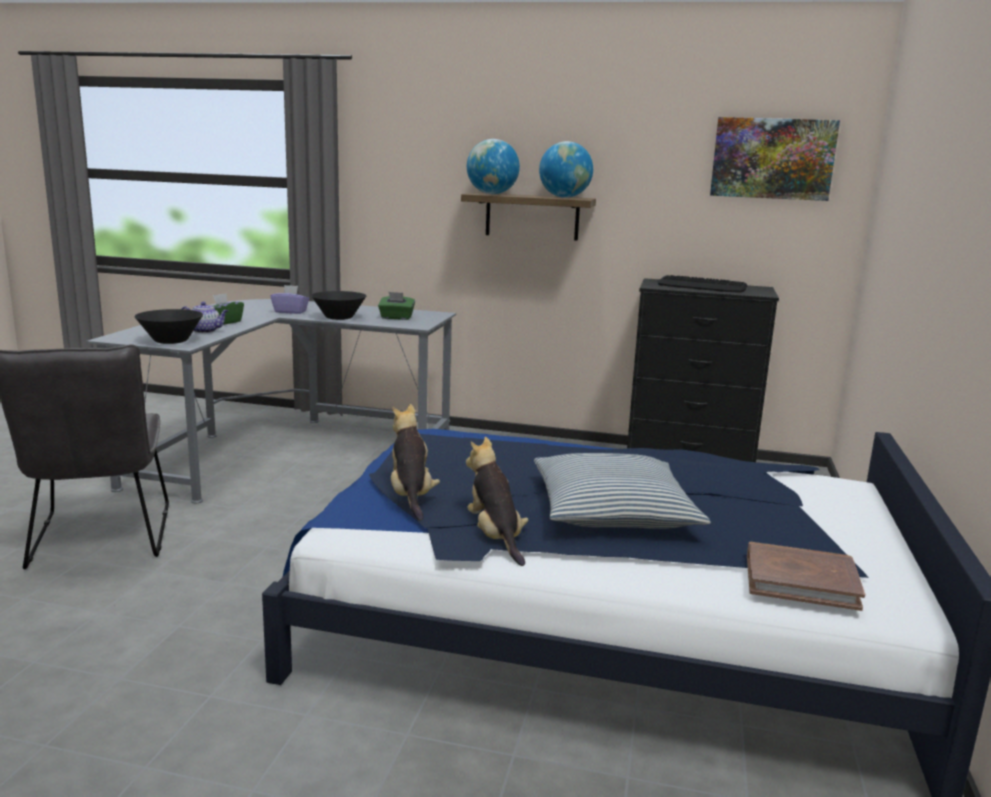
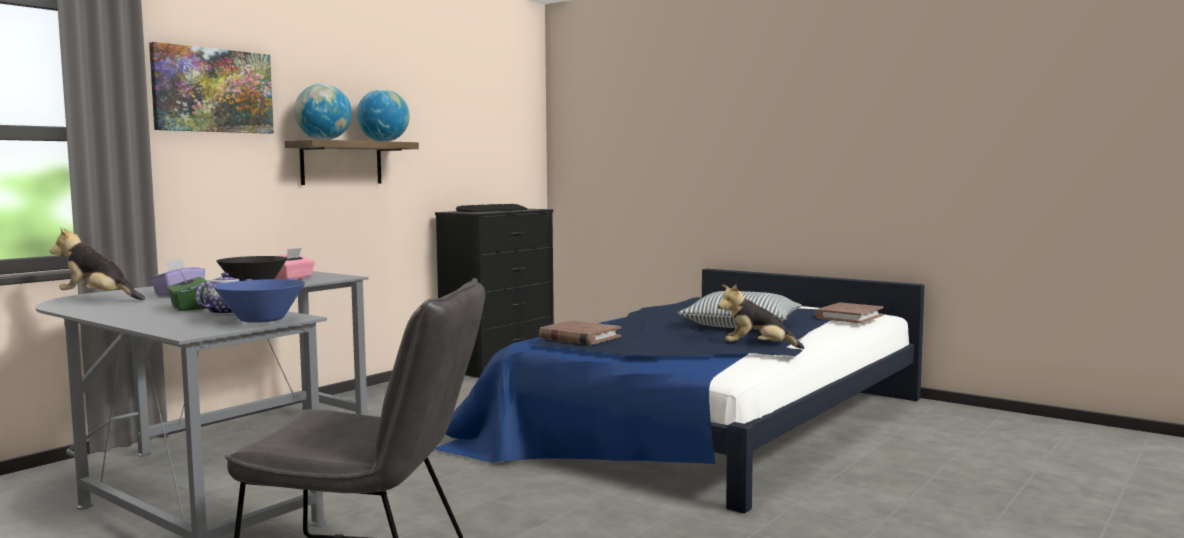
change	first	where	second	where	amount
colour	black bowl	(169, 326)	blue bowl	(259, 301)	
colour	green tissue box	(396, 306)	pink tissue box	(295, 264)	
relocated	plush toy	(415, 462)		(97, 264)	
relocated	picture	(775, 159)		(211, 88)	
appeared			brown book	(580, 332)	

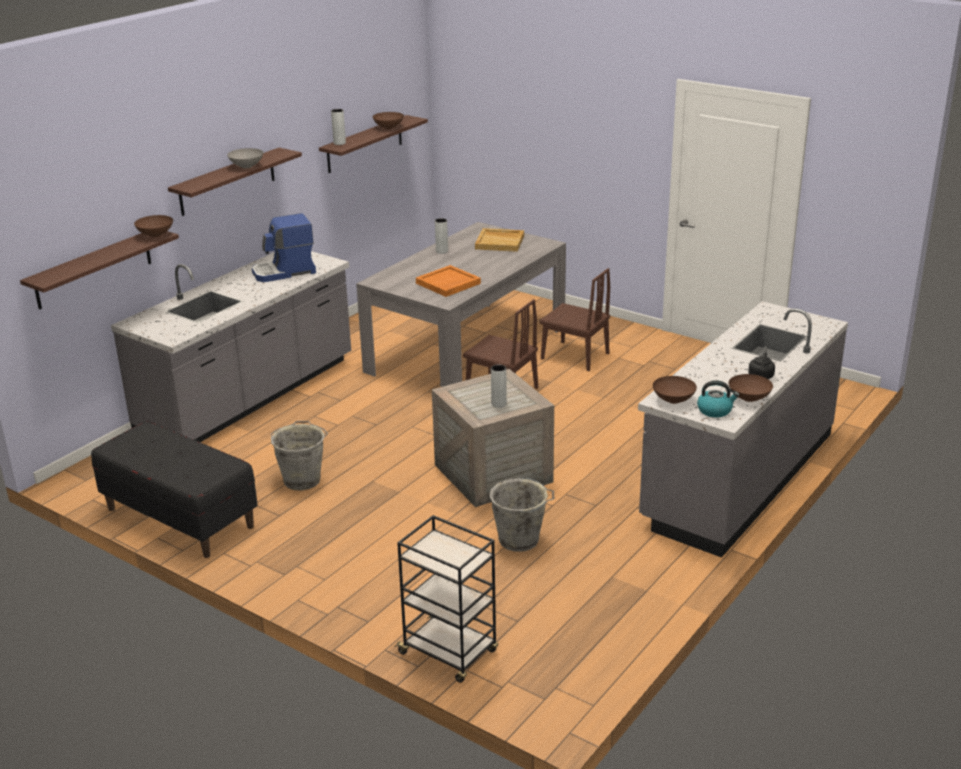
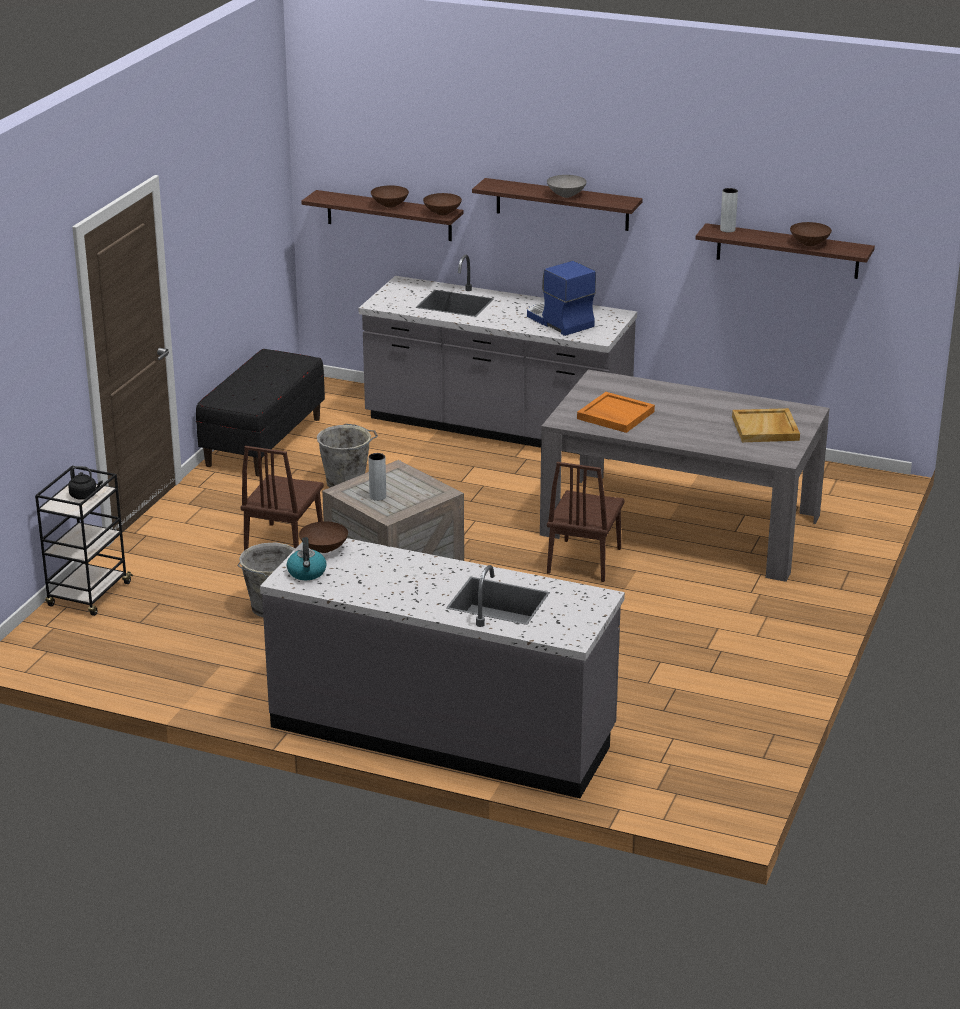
change	first	where	second	where	amount
missing	grey vase	(441, 236)			
relocated	brown chair	(574, 319)		(282, 498)	
relocated	brown bowl	(751, 388)		(390, 196)	
relocated	black kettle	(761, 362)		(85, 483)	

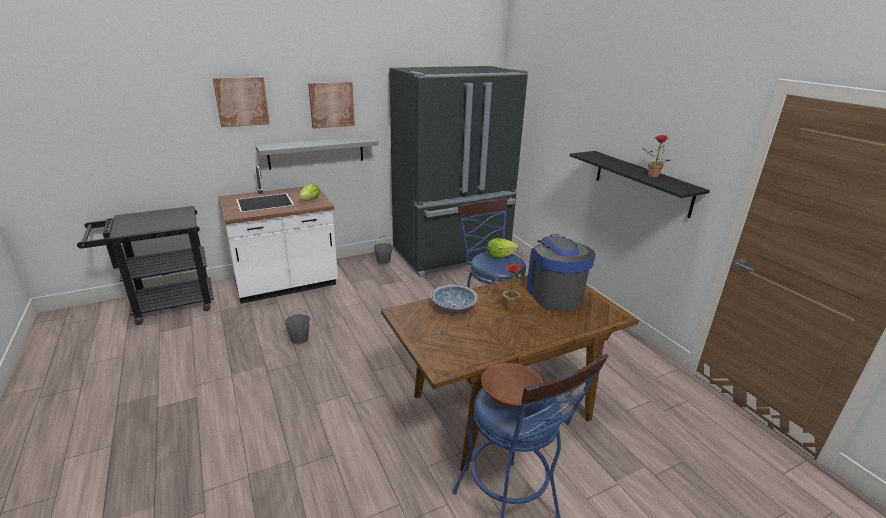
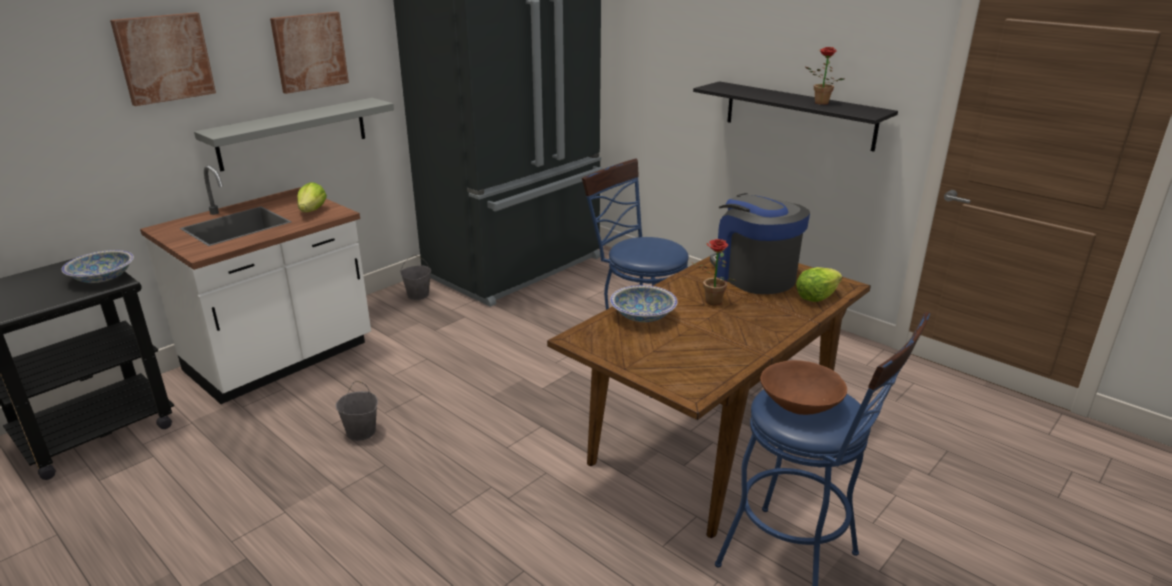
change	first	where	second	where	amount
relocated	lettuce	(502, 248)		(819, 284)	
appeared			bowl	(98, 266)	

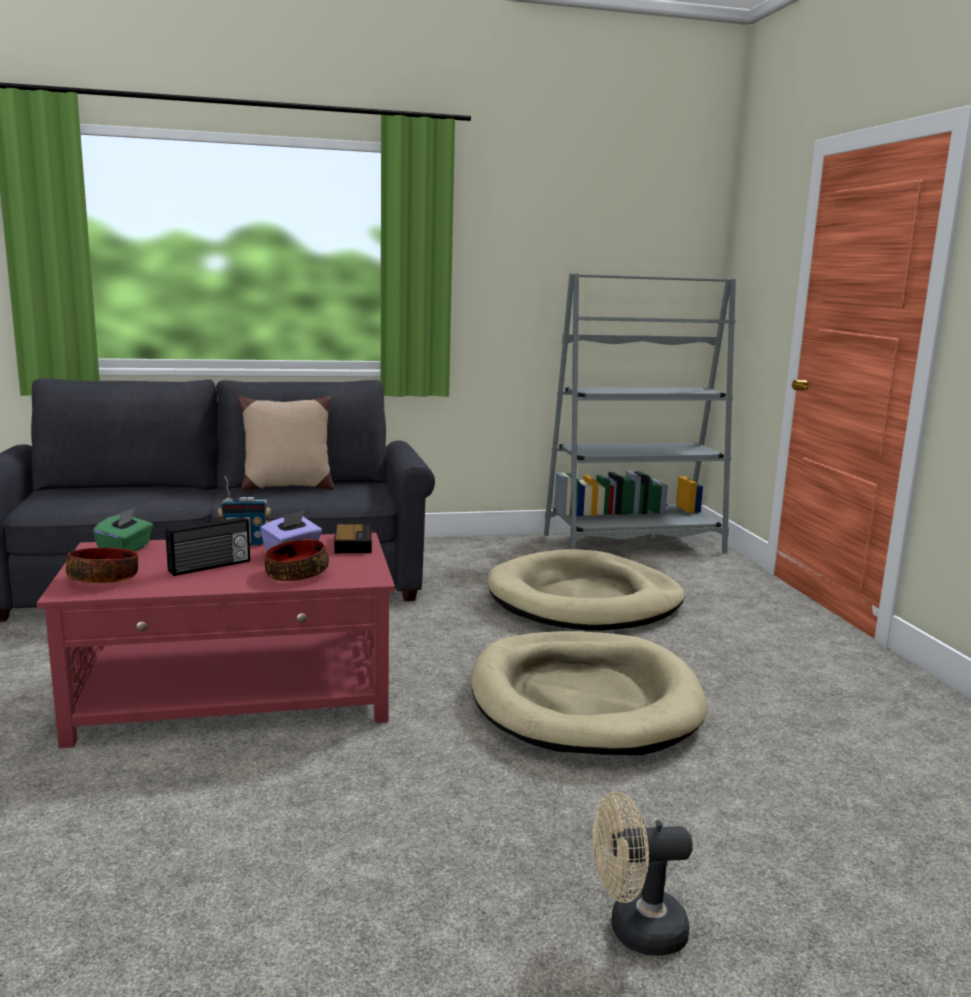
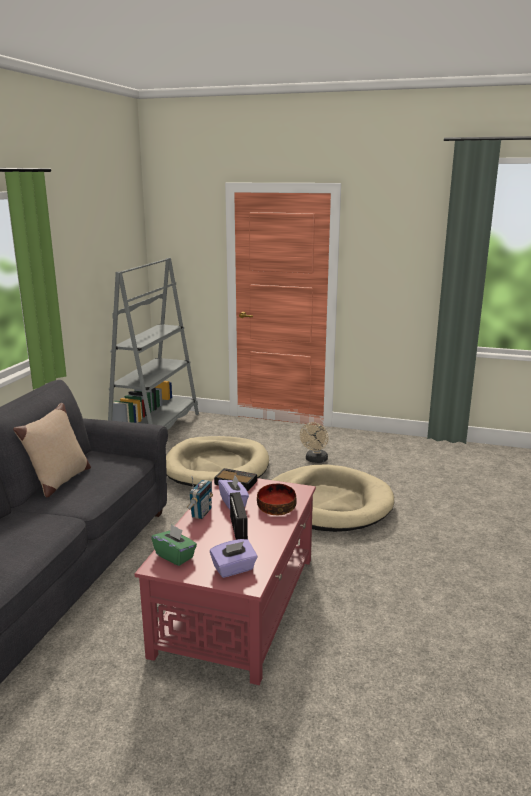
change	first	where	second	where	amount
exchanged	bowl	(102, 565)	purple tissue box	(233, 558)	
relocated	beige fan	(643, 873)		(314, 442)	

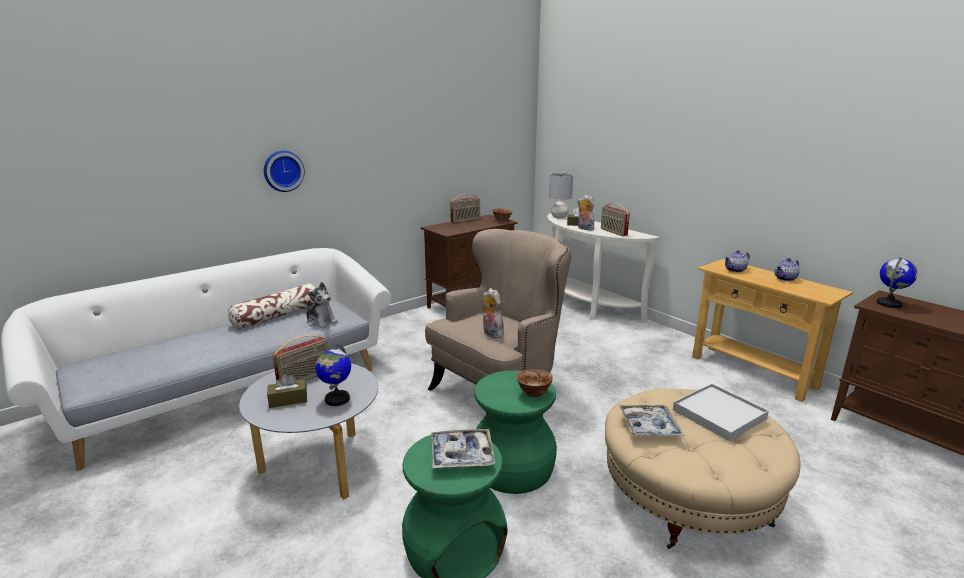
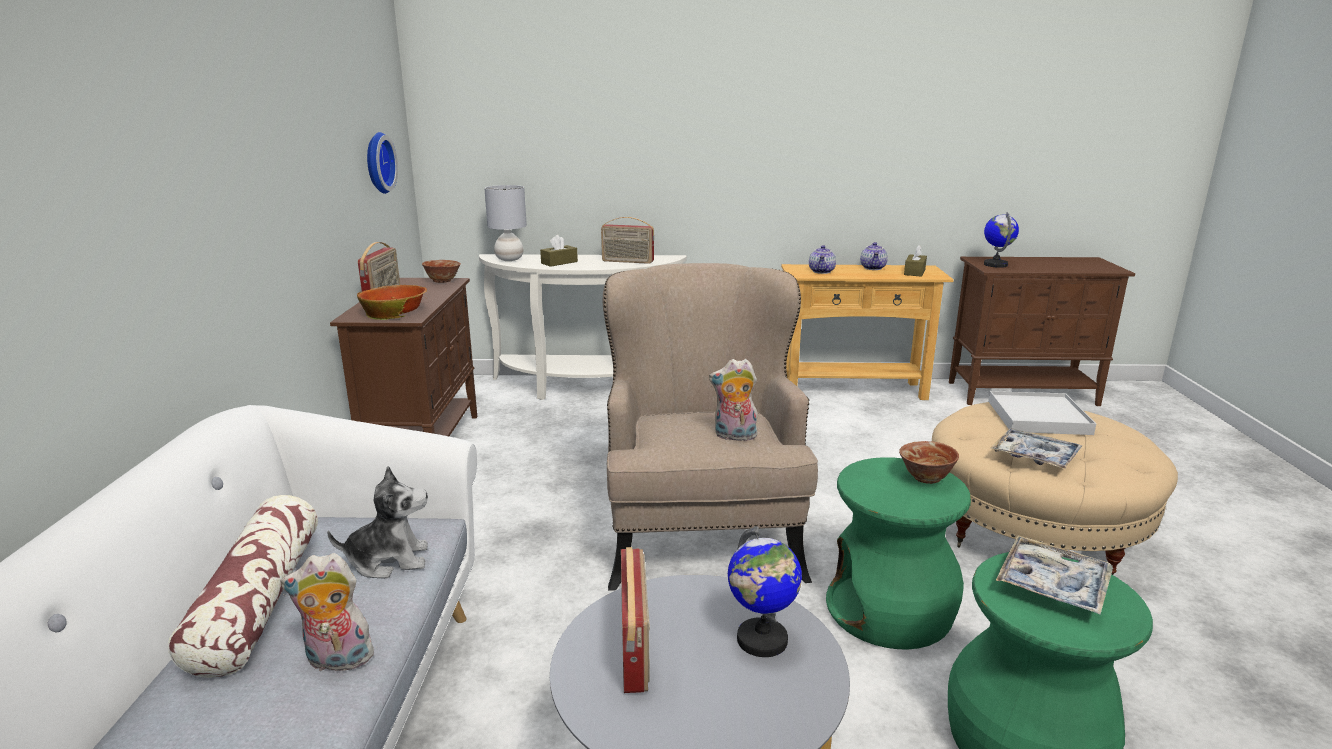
change	first	where	second	where	amount
relocated	wall clock	(284, 171)		(382, 163)	
relocated	brown tissue box	(287, 391)		(915, 261)	
relocated	plush toy	(585, 212)		(328, 612)	
appeared			bowl	(392, 302)	

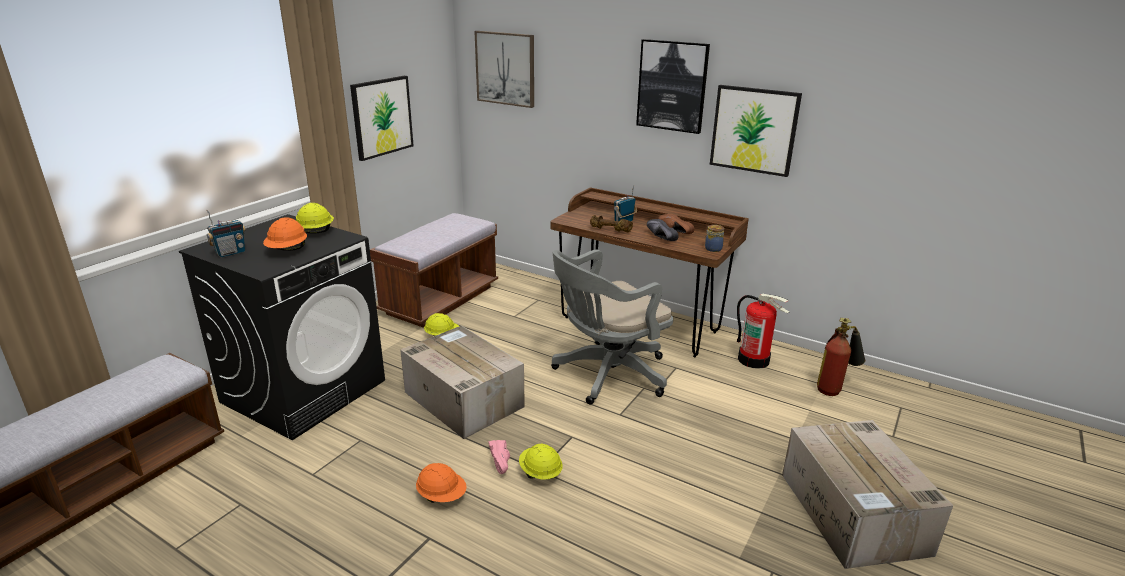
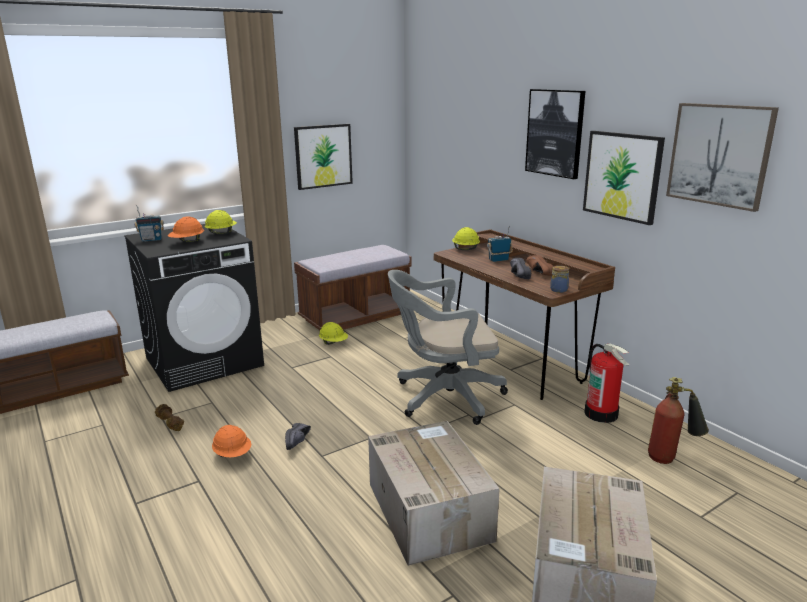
change	first	where	second	where	amount
relocated	cardboard box	(462, 382)		(434, 493)	
relocated	picture	(504, 69)		(722, 157)	
colour	pink shoe	(499, 457)	black shoe	(298, 436)	
relocated	yellow hard hat	(541, 461)		(466, 238)	
relocated	brown dumbbell	(611, 223)		(169, 417)	

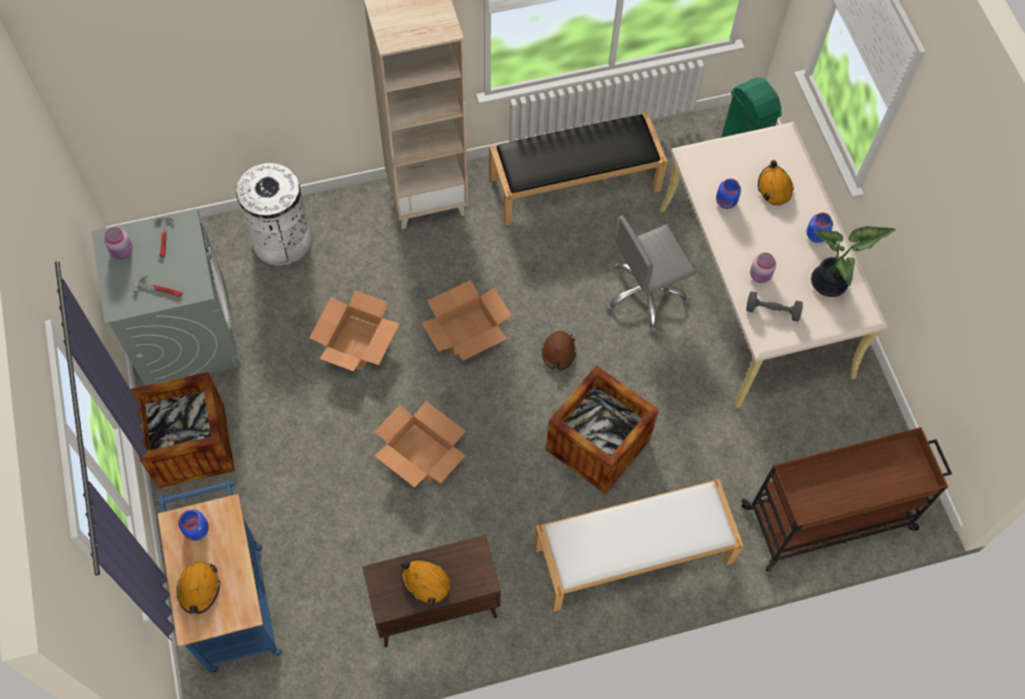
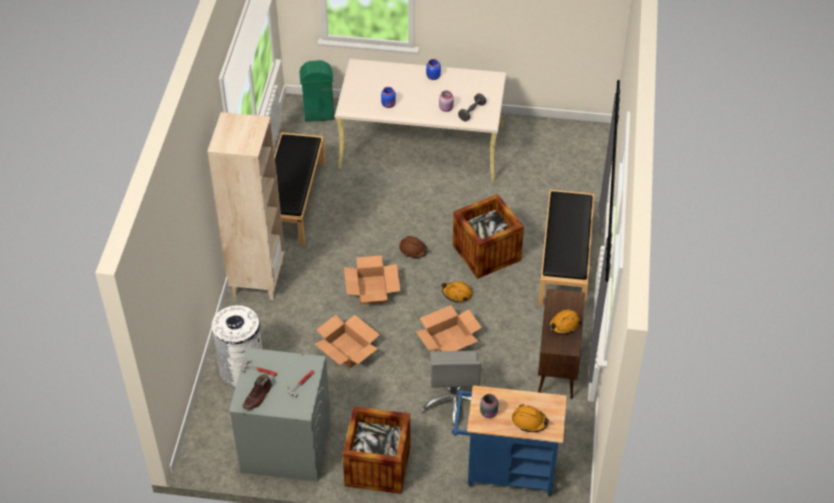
change	first	where	second	where	amount
exchanged	pink jar	(118, 243)	brown boot	(257, 392)	
colour	blue jar	(193, 525)	grey jar	(489, 406)	
colour	white bench	(639, 545)	black bench	(566, 250)	
relocated	grey office chair	(651, 274)		(451, 390)	
missing	brown cart	(846, 499)			
relocated	orange hard hat	(776, 182)		(457, 292)	
missing	potted plant	(853, 261)			

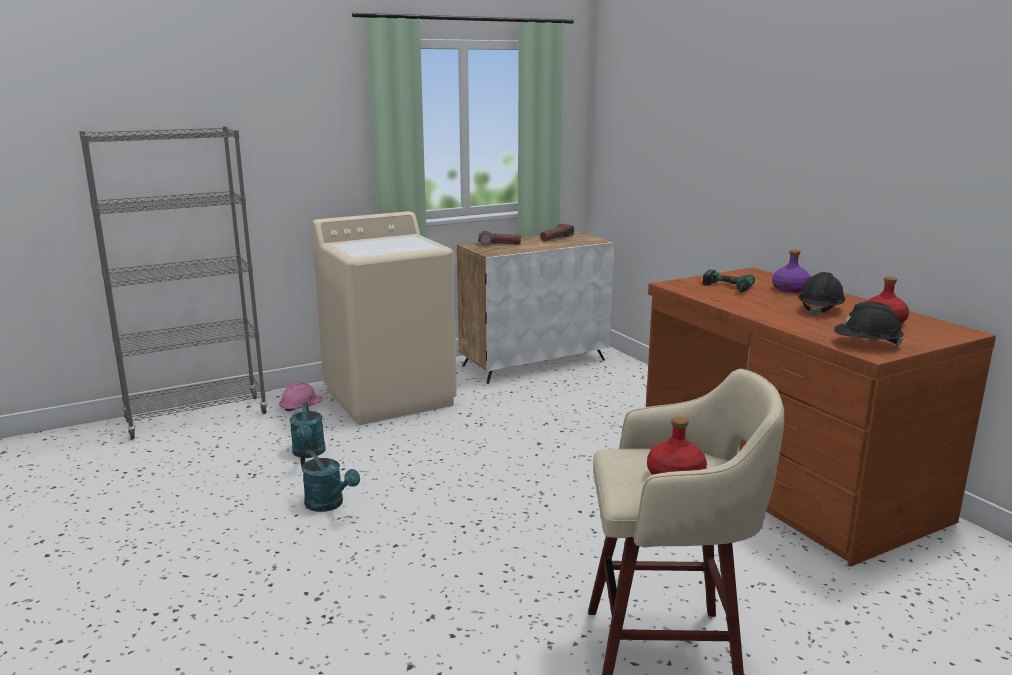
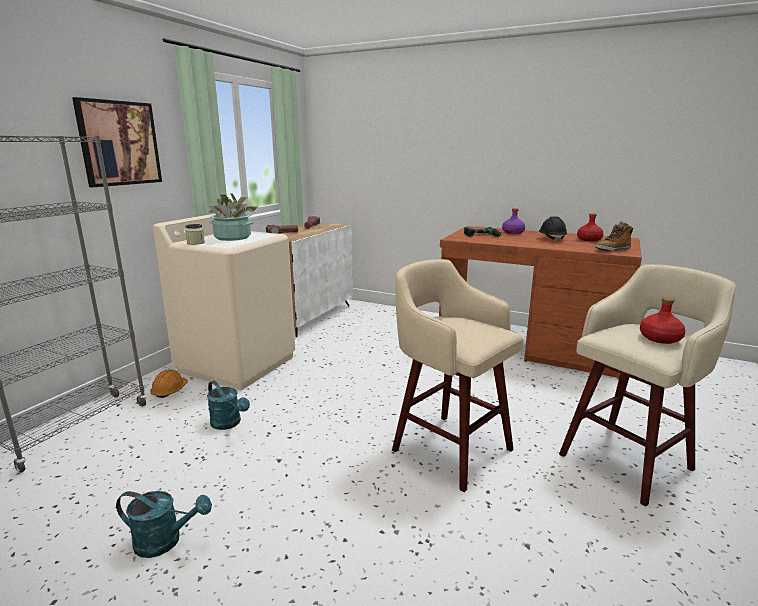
change	first	where	second	where	amount
colour	pink hard hat	(301, 396)	orange hard hat	(169, 384)	
relocated	turquoise watering can	(330, 481)		(164, 524)	
exchanged	black hard hat	(869, 323)	boot	(614, 236)	
appeared			picture	(117, 142)	
appeared			jar	(195, 234)	
appeared			potted plant	(233, 217)	
appeared			beige stool	(458, 375)	

